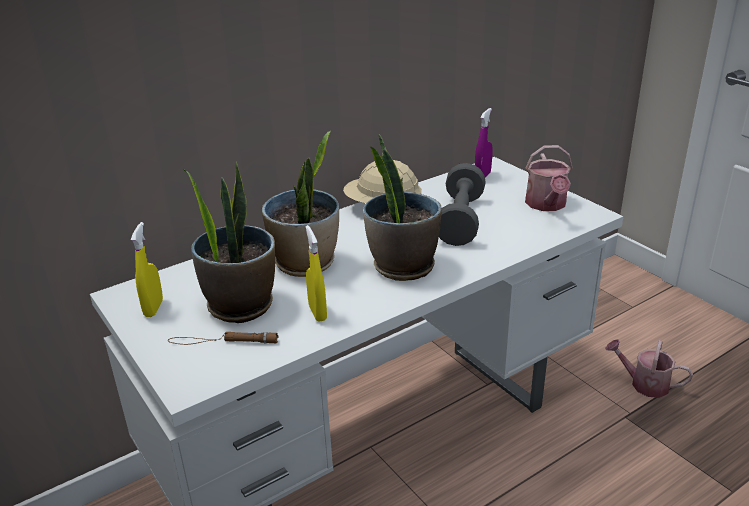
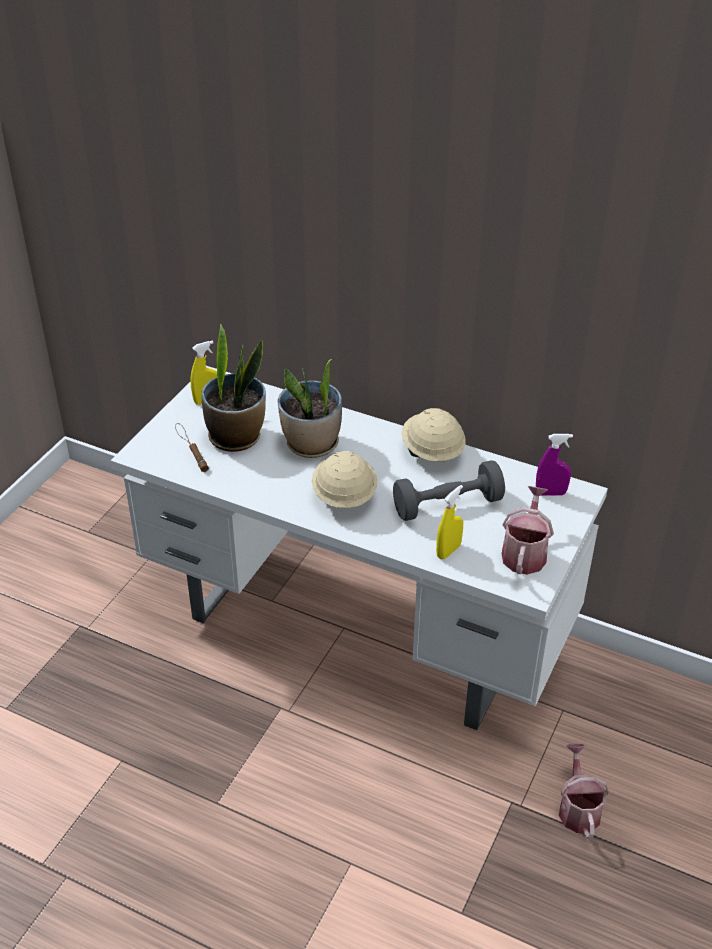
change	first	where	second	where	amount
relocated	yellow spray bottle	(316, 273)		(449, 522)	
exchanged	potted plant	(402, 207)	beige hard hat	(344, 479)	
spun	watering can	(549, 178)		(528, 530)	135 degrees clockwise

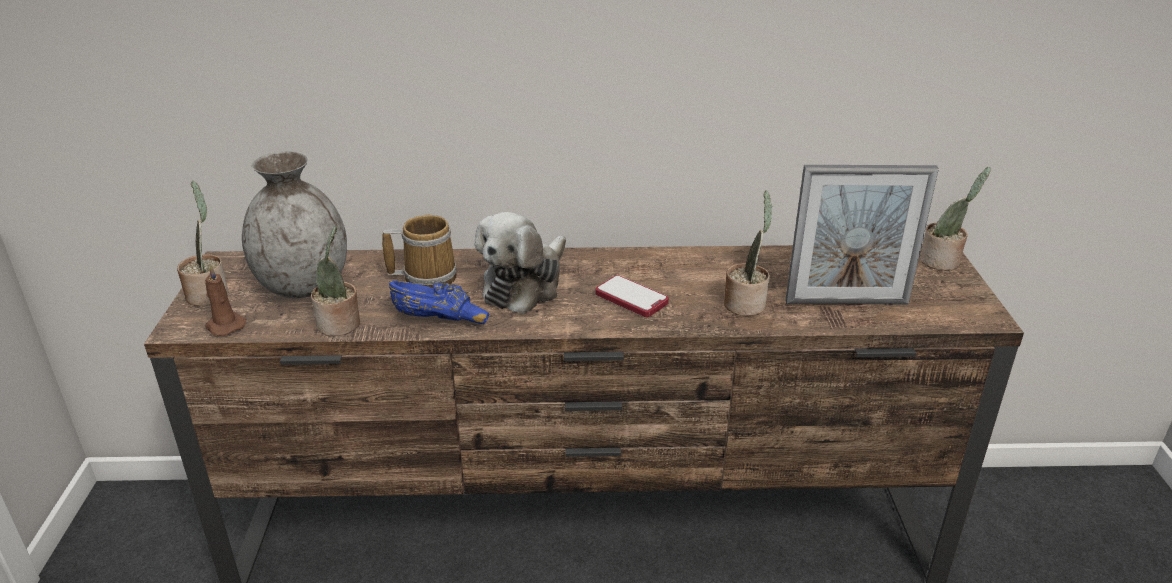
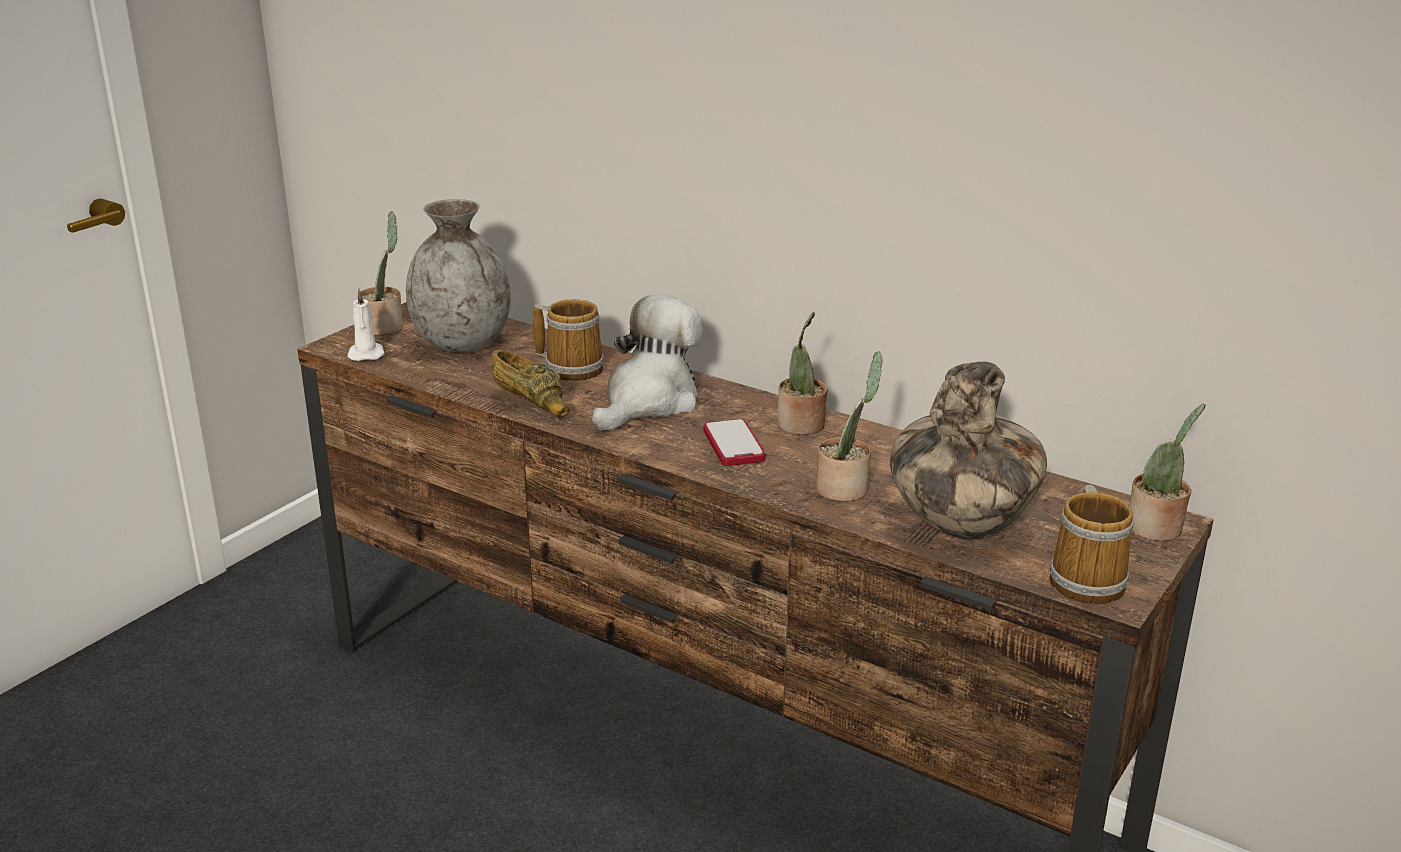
change	first	where	second	where	amount
colour	brown candle	(225, 300)	white candle	(366, 324)	
relocated	potted plant	(335, 281)		(802, 373)	
colour	blue bowl	(439, 302)	brown bowl	(530, 384)	
spun	plush toy	(520, 263)		(647, 362)	150 degrees clockwise
exchanged	picture frame	(862, 235)	vase	(968, 450)	
appeared			mug	(1091, 544)	

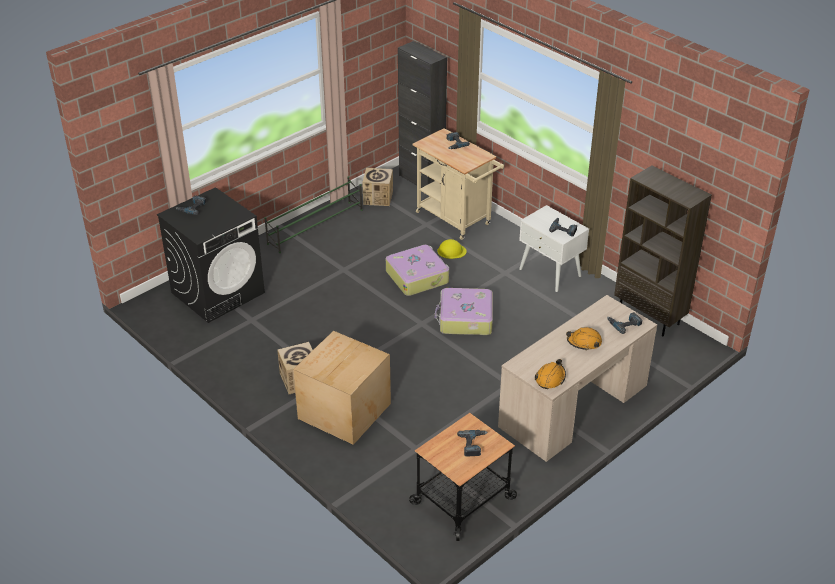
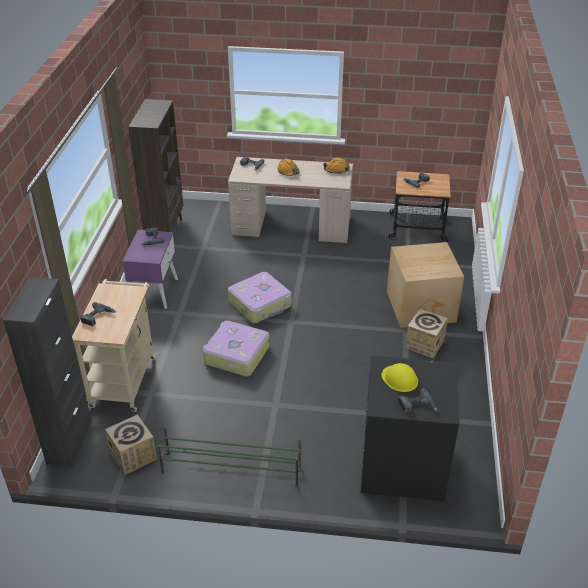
change	first	where	second	where	amount
relocated	yellow hard hat	(452, 249)		(399, 377)	
colour	white nightstand	(554, 248)	purple nightstand	(150, 269)	

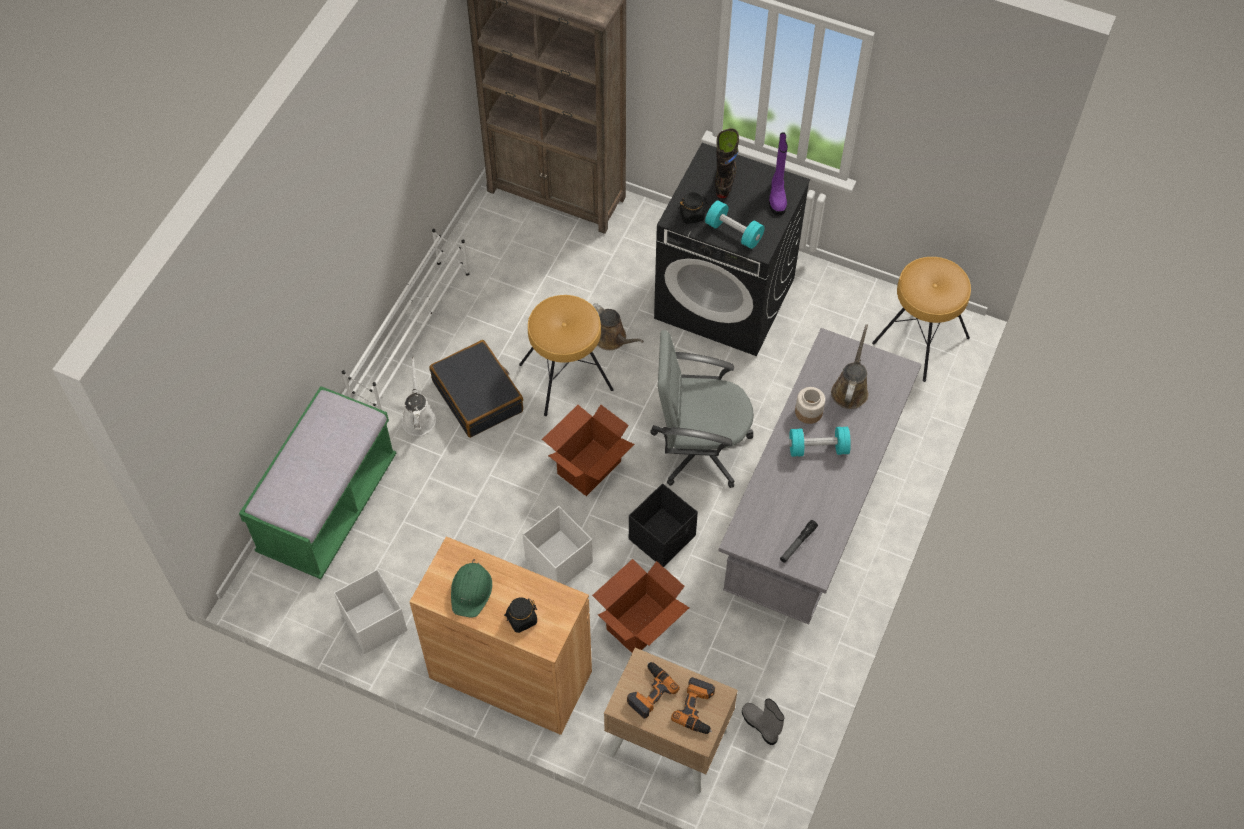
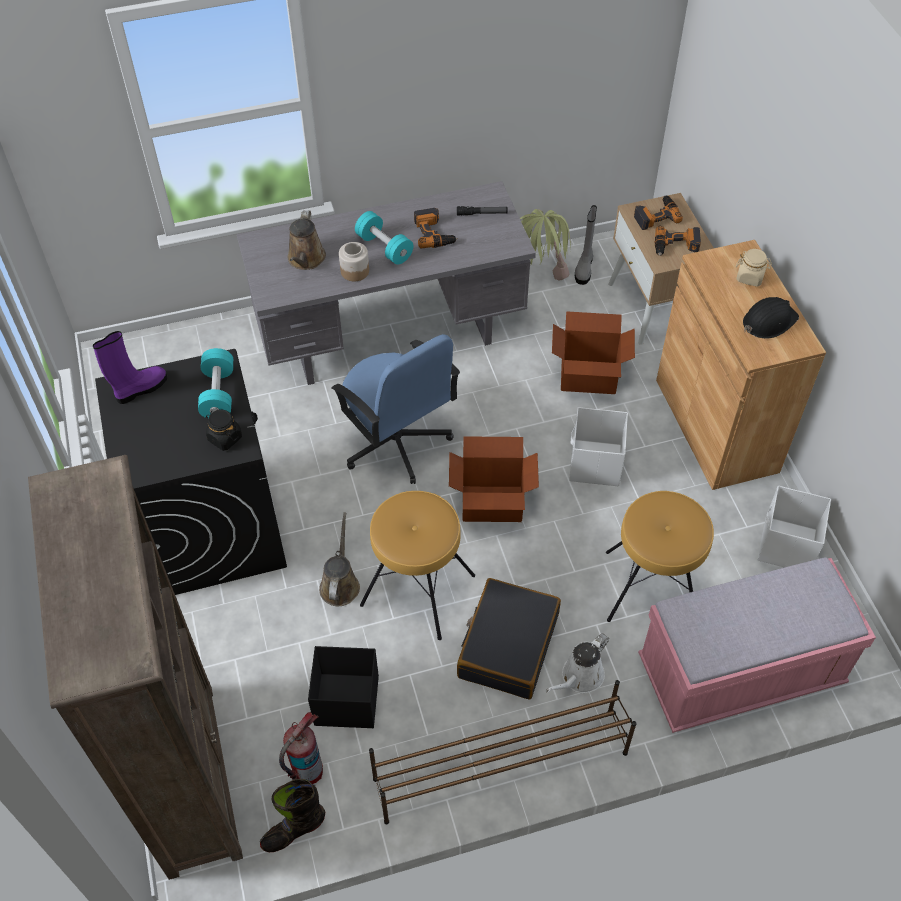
change	first	where	second	where	amount
colour	green bench	(317, 482)	pink bench	(757, 645)	
colour	white shoe rack	(405, 319)	brown shoe rack	(503, 752)	
colour	green hard hat	(471, 588)	black hard hat	(771, 318)	
colour	black jar	(520, 615)	beige jar	(754, 268)	
relocated	black storage box	(663, 525)		(343, 687)	
colour	grey office chair	(702, 409)	blue office chair	(396, 409)	
relocated	black boot	(727, 163)		(292, 815)	
spun	brown watering can	(849, 366)		(307, 240)	60 degrees counterclockwise
relocated	brown stool	(921, 319)		(660, 556)	
appeared			fire extinguisher	(301, 748)	
appeared			power drill	(436, 228)	
appeared			potted plant	(545, 245)	

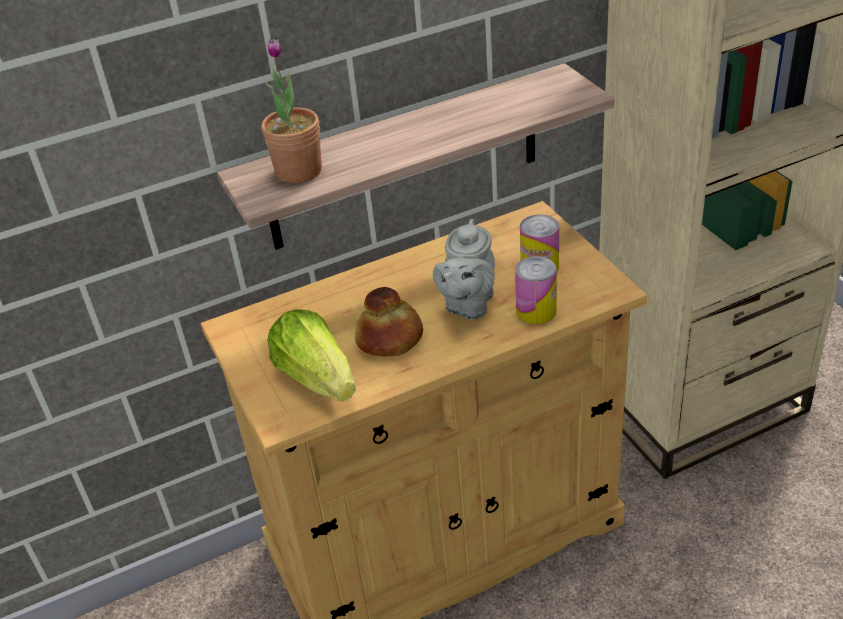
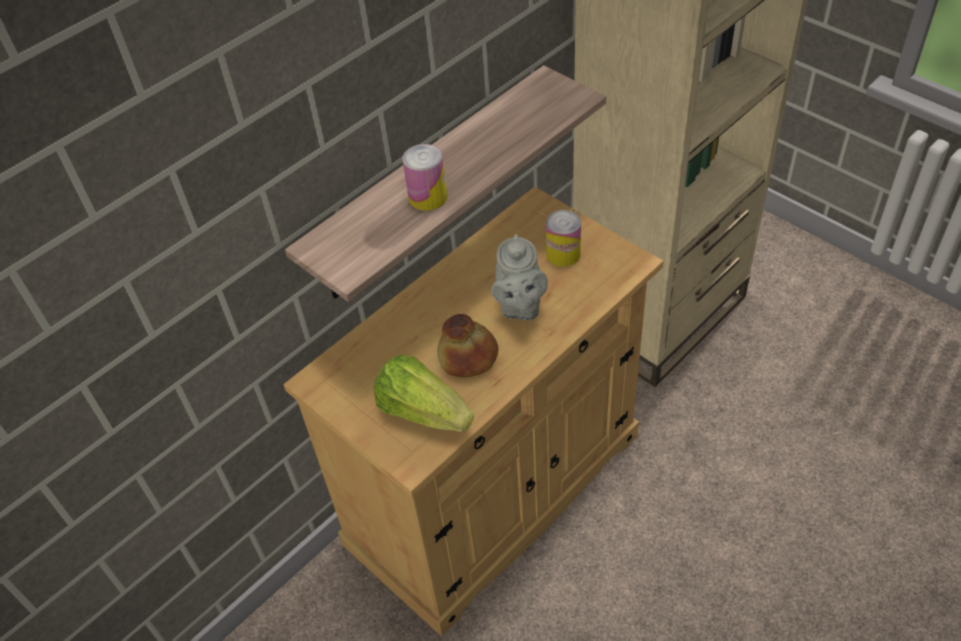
change	first	where	second	where	amount
missing	potted plant	(291, 111)			
relocated	can	(536, 290)		(424, 177)	

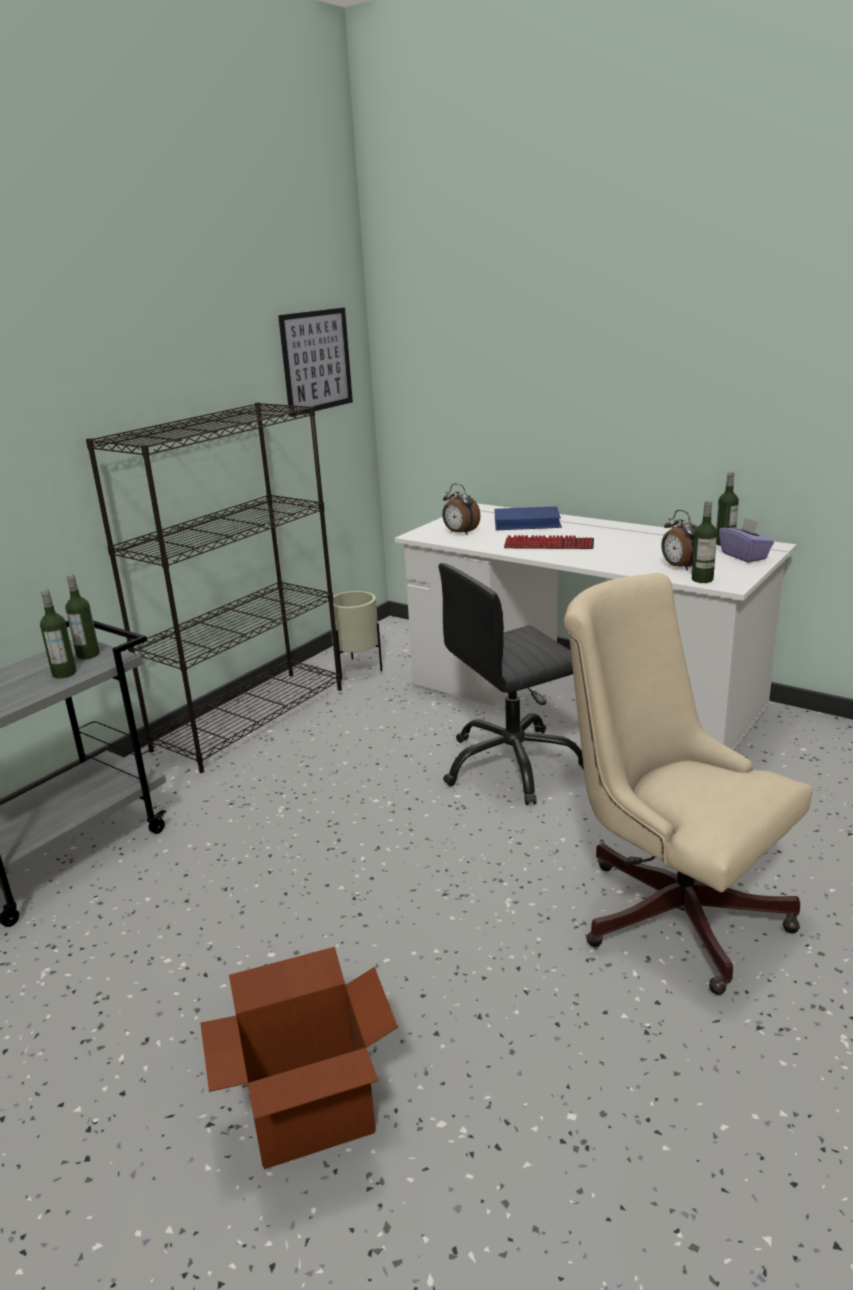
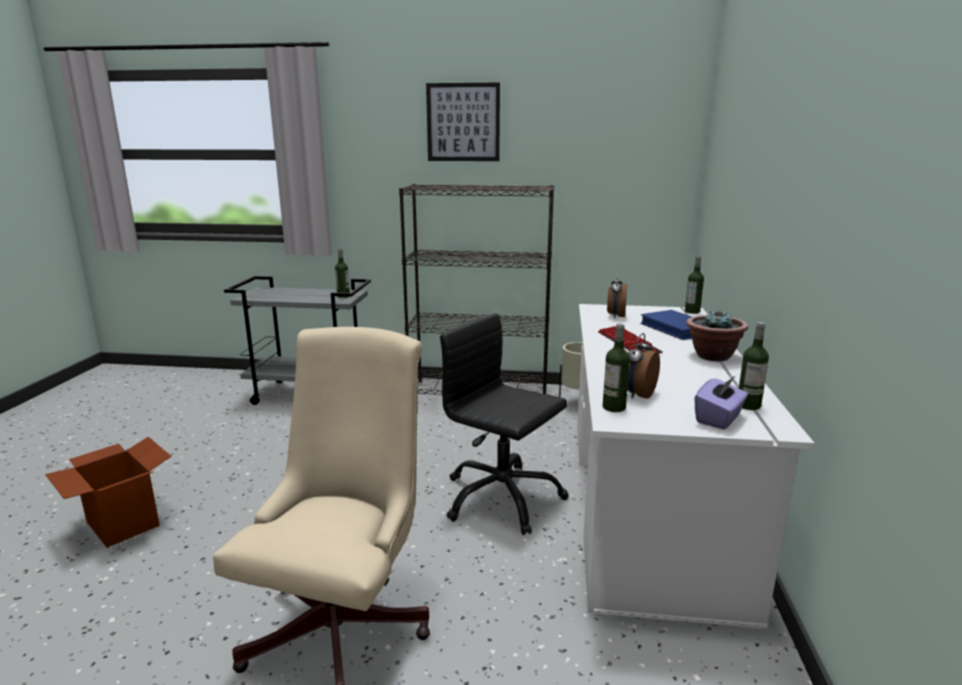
change	first	where	second	where	amount
relocated	bottle	(58, 633)		(694, 285)	
relocated	picture	(315, 362)		(463, 122)	
appeared			potted plant	(717, 335)	

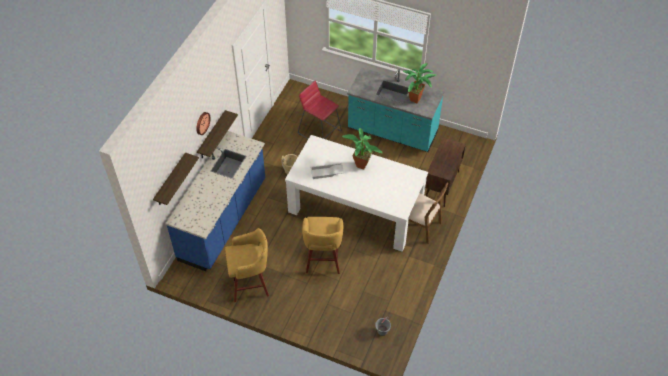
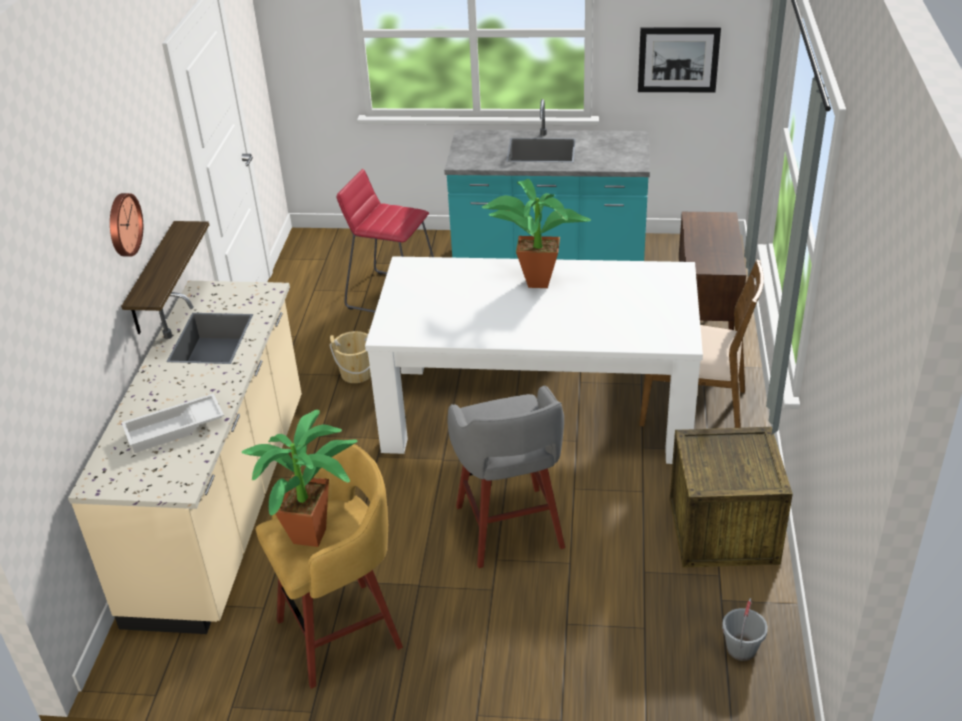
change	first	where	second	where	amount
missing	shelf	(176, 178)			
colour	blue counter	(215, 201)	beige counter	(185, 457)	
colour	yellow stool	(322, 245)	grey stool	(506, 476)	
relocated	white tray	(327, 171)		(172, 423)	
relocated	potted plant	(419, 83)		(300, 478)	
appeared			picture	(679, 59)	
appeared			crate	(731, 497)	

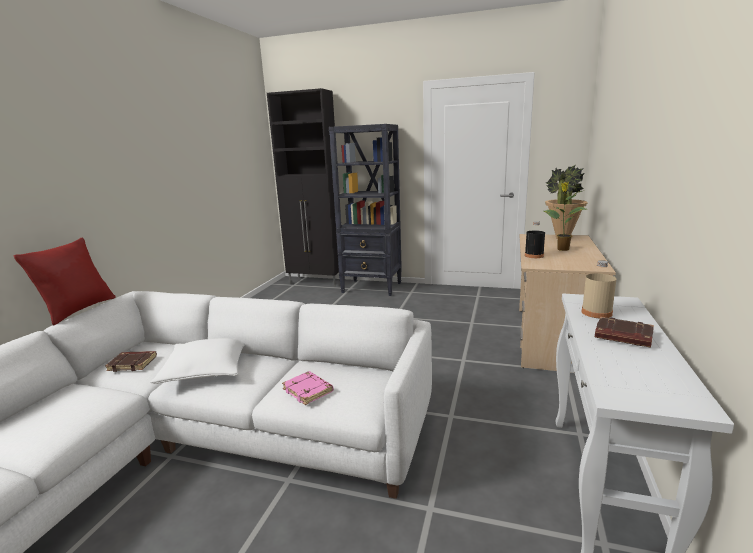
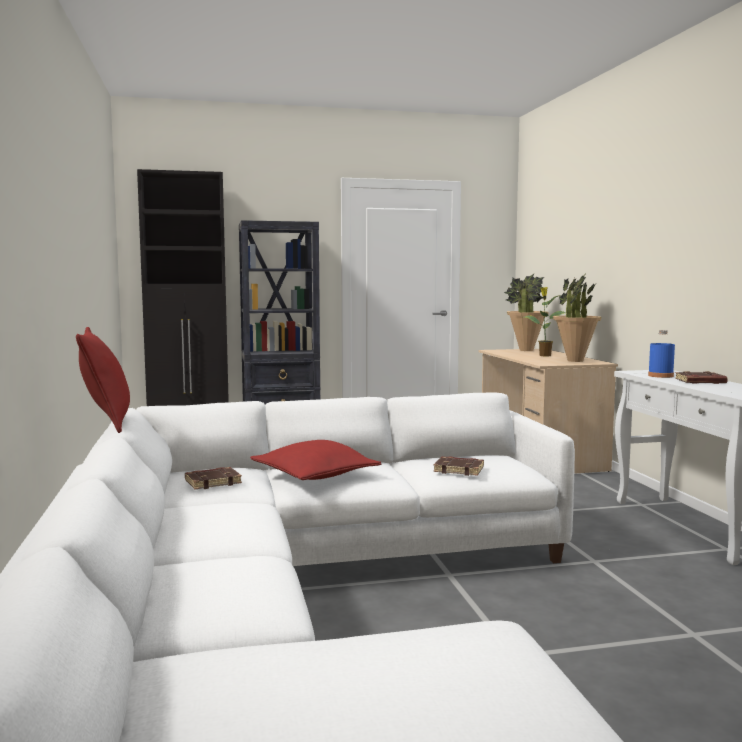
change	first	where	second	where	amount
colour	white pillow	(197, 361)	red pillow	(316, 460)	
colour	pink book	(308, 388)	brown book	(459, 466)	
missing	black bottle	(535, 239)			
colour	beige bottle	(599, 289)	blue bottle	(661, 354)	
appeared			potted plant	(577, 318)	

